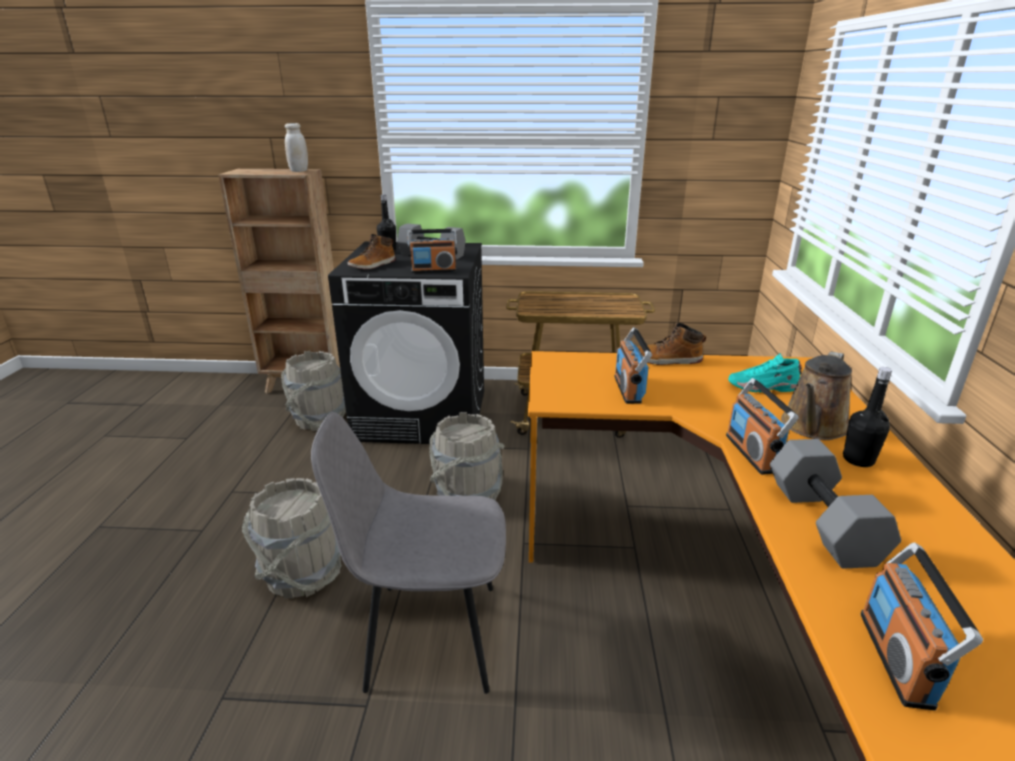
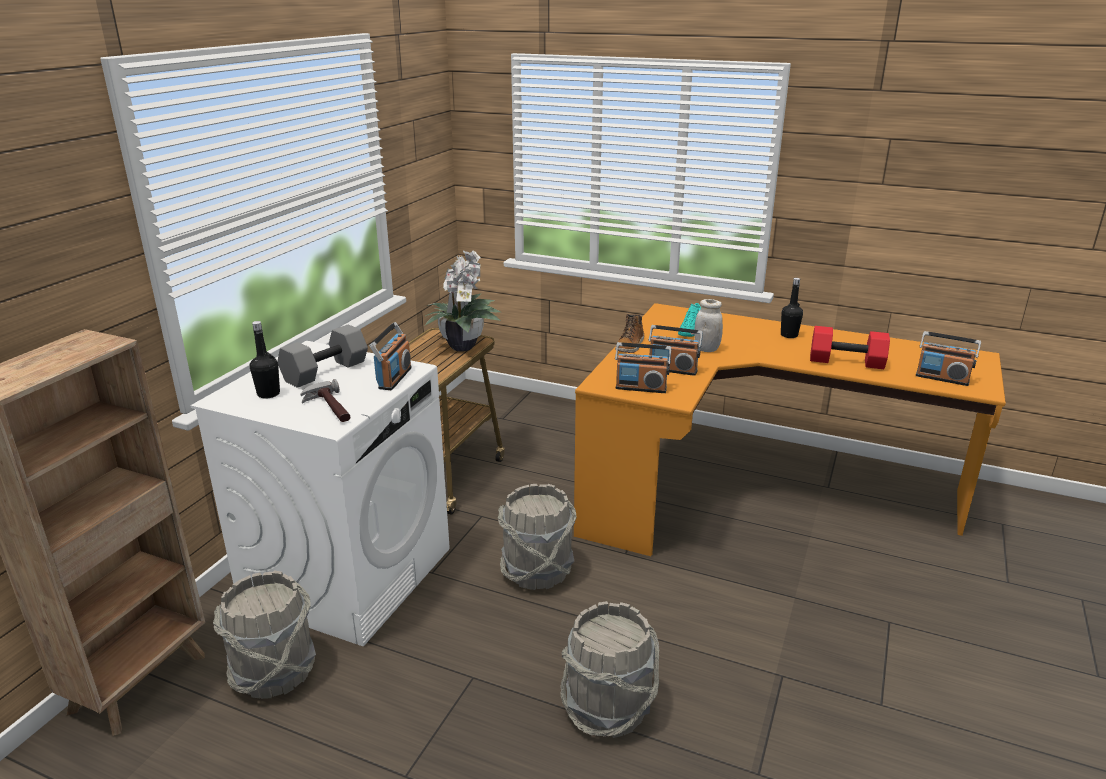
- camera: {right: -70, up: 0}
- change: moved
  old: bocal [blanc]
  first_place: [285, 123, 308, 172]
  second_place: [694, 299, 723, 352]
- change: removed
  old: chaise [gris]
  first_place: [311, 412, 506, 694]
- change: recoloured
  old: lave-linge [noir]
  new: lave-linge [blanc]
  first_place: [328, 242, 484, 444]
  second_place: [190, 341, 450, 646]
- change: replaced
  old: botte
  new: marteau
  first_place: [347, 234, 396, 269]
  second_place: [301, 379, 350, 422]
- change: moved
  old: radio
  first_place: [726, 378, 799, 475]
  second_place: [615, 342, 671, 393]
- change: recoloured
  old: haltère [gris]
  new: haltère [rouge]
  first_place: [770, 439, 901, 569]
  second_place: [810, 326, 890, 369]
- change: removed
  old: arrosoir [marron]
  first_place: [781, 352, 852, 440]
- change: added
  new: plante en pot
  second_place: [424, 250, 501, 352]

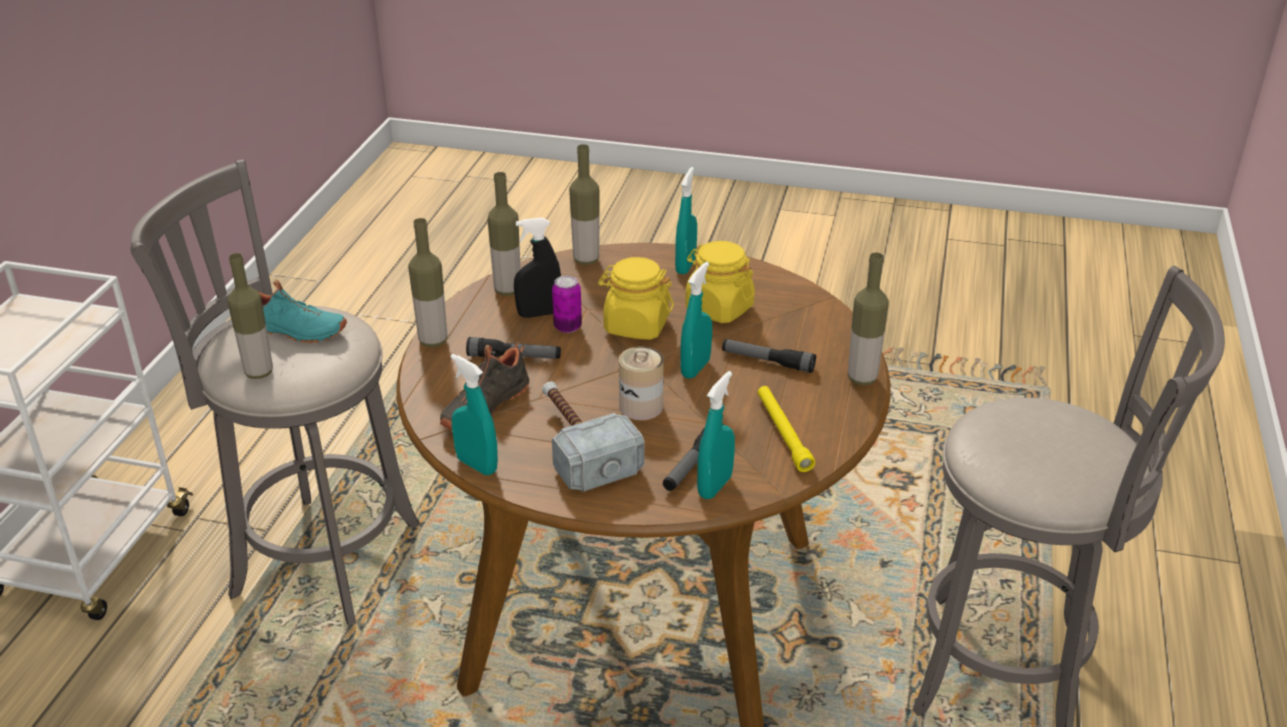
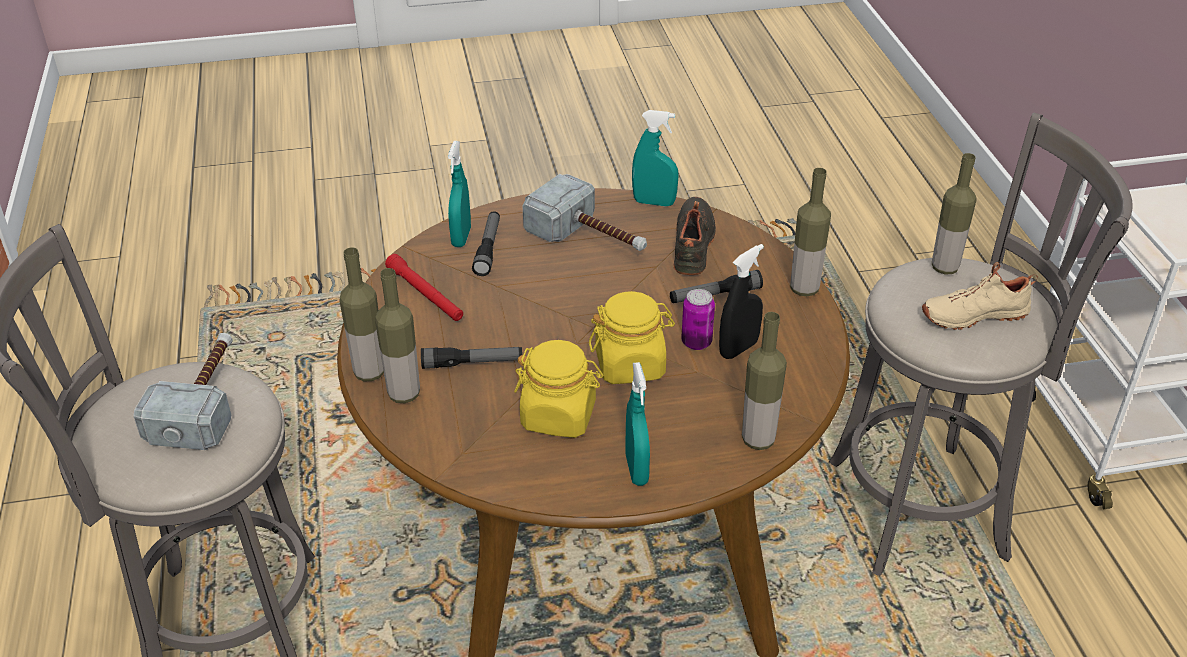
- camera: {right: 155, up: 5}
- change: recoloured
  old: chaussure [turquoise]
  new: chaussure [beige]
  first_place: [258, 280, 347, 343]
  second_place: [922, 262, 1038, 330]
- change: moved
  old: bouteille
  first_place: [487, 172, 521, 296]
  second_place: [375, 268, 420, 403]
- change: removed
  old: boîte métallique
  first_place: [619, 346, 664, 420]
- change: removed
  old: vaporisateur [turquoise]
  first_place: [680, 262, 712, 379]
- change: recoloured
  old: lampe de poche [jaune]
  new: lampe de poche [rouge]
  first_place: [757, 386, 815, 472]
  second_place: [385, 254, 463, 321]
- change: added
  new: marteau
  second_place: [133, 333, 233, 450]

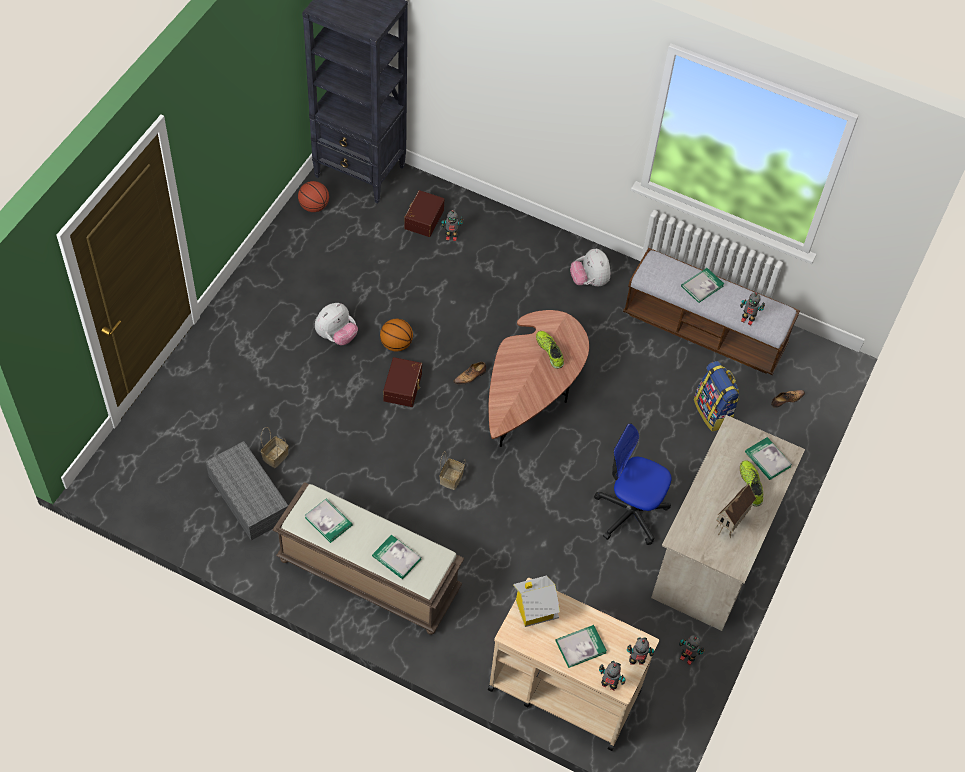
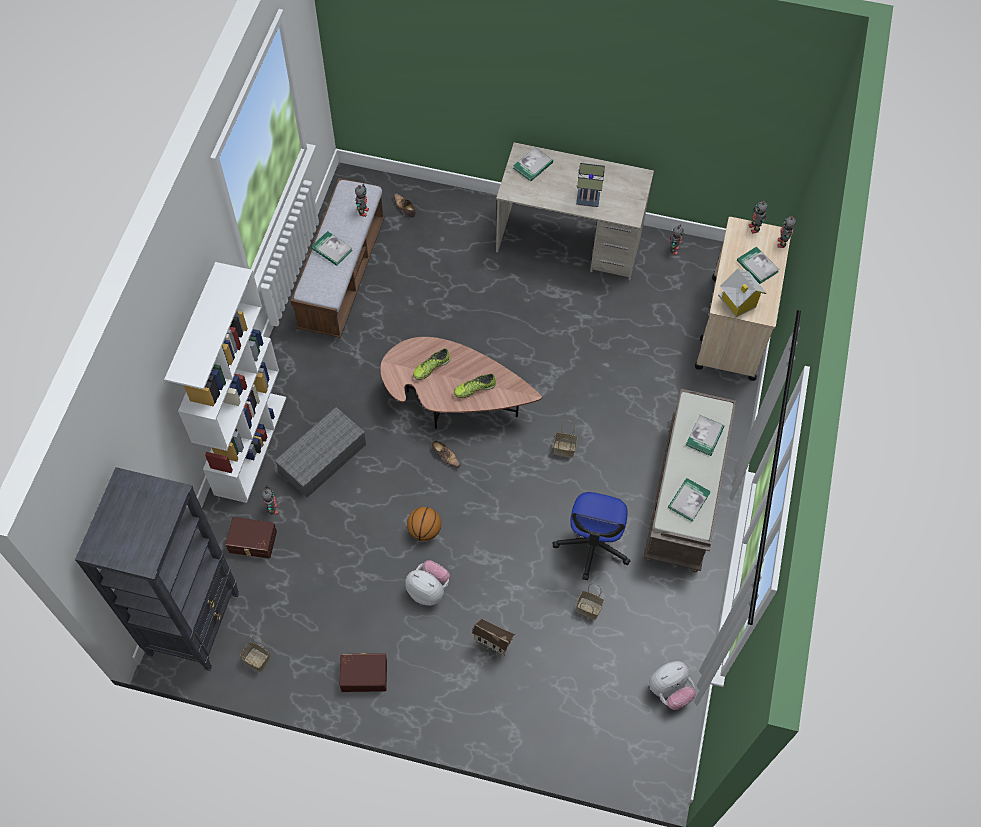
- camera: {right: -100, up: 5}
- change: moved
  old: boîte de rangement [gris]
  first_place: [205, 441, 288, 541]
  second_place: [275, 407, 366, 498]
- change: replaced
  old: ballon de basket
  new: panier
  first_place: [298, 181, 329, 212]
  second_place: [239, 636, 271, 672]
- change: moved
  old: boîte de rangement [marron]
  first_place: [383, 357, 422, 407]
  second_place: [339, 653, 387, 692]
- change: moved
  old: peluche
  first_place: [570, 248, 610, 286]
  second_place: [649, 661, 696, 710]
- change: moved
  old: chaise de bureau
  first_place: [594, 423, 672, 545]
  second_place: [553, 492, 630, 580]
- change: removed
  old: sac à dos
  first_place: [694, 361, 739, 432]
- change: moved
  old: maison miniature
  first_place: [715, 484, 756, 539]
  second_place: [472, 619, 515, 660]
- change: moved
  old: chaussure
  first_place: [740, 460, 763, 506]
  second_place: [454, 373, 496, 398]
- change: added
  new: bibliothèque [blanc]
  second_place: [164, 262, 286, 503]
- change: added
  new: lampe de table
  second_place: [576, 163, 605, 207]

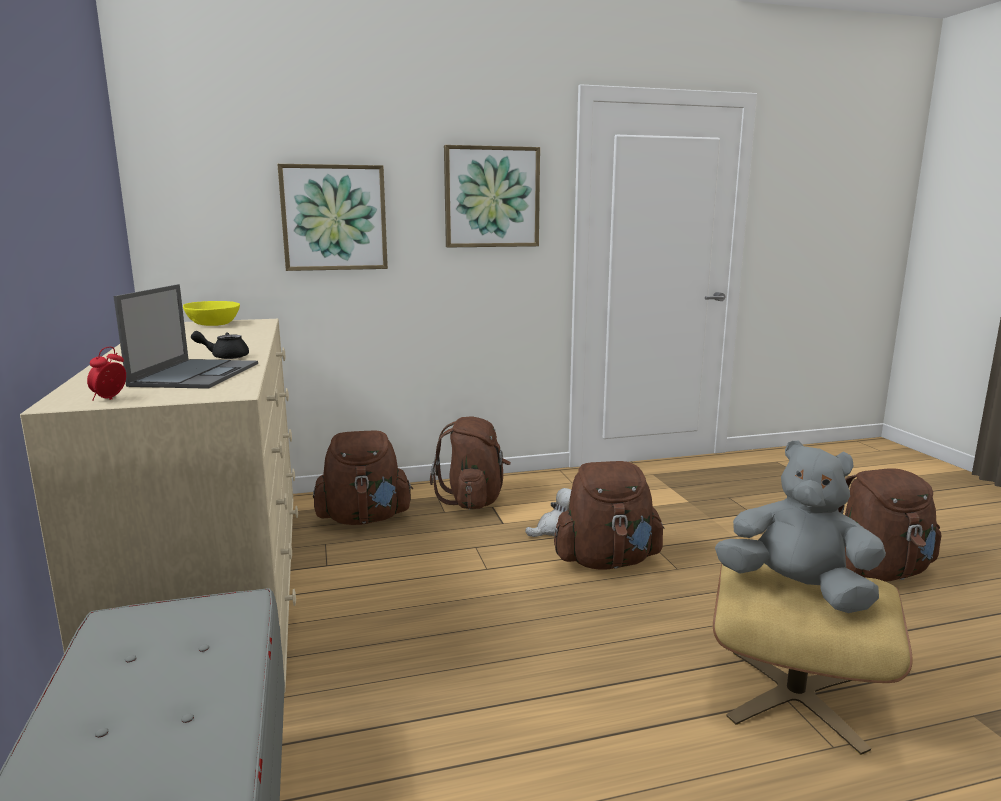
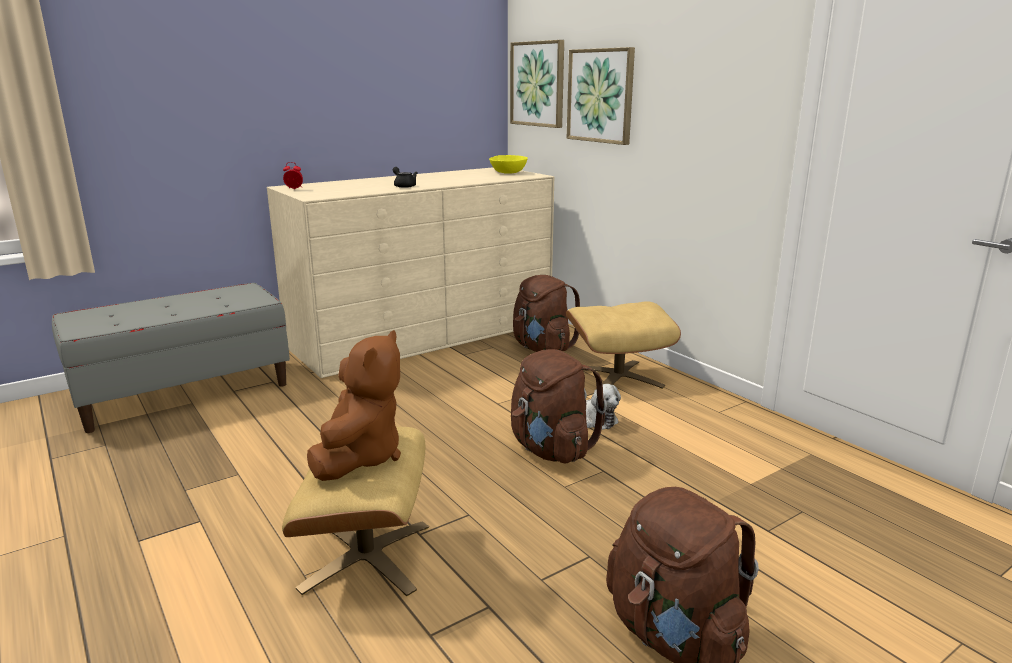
- camera: {right: 70, up: 5}
- change: removed
  old: ordinateur portable
  first_place: [113, 284, 258, 389]
- change: replaced
  old: sac à dos [marron]
  new: pouf [beige]
  first_place: [430, 417, 511, 509]
  second_place: [566, 301, 681, 389]
- change: moved
  old: tableau
  first_place: [444, 145, 540, 247]
  second_place: [510, 40, 564, 128]
- change: recoloured
  old: peluche [gris]
  new: peluche [marron]
  first_place: [715, 441, 886, 613]
  second_place: [307, 330, 401, 481]

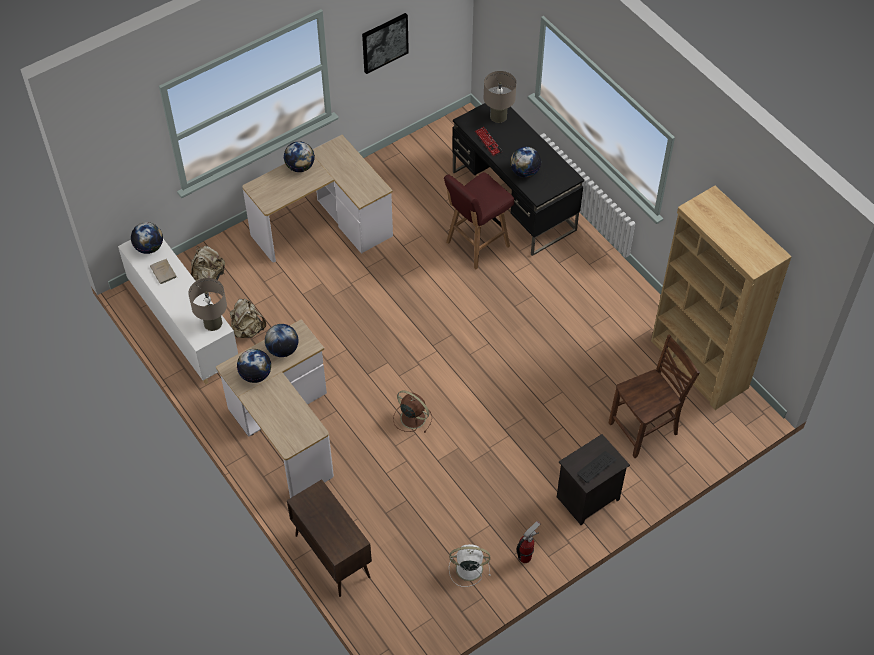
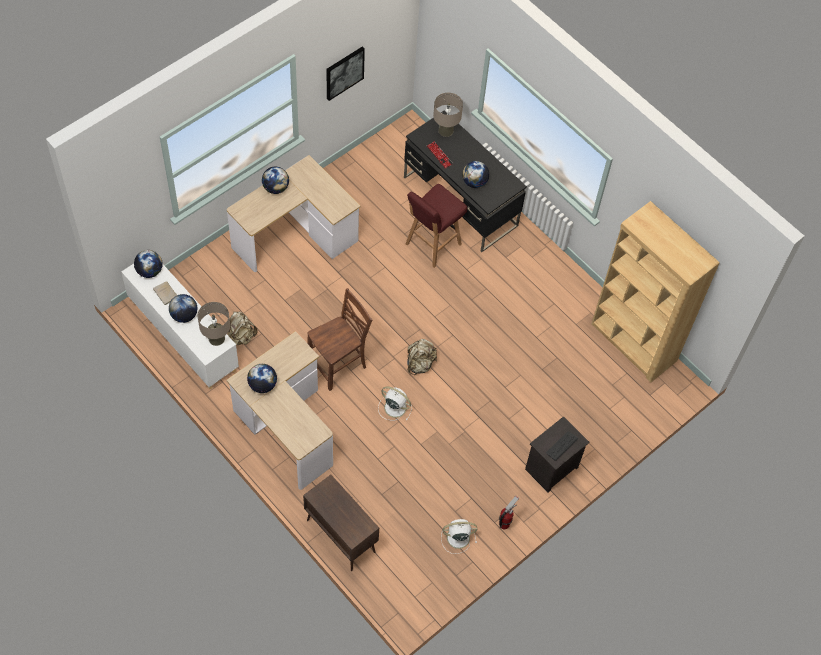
- camera: {right: -10, up: 5}
- change: moved
  old: sac à dos [beige]
  first_place: [191, 246, 225, 281]
  second_place: [407, 339, 437, 375]
- change: moved
  old: globe
  first_place: [265, 324, 298, 357]
  second_place: [169, 294, 197, 323]
- change: recoloured
  old: ventilateur [marron]
  new: ventilateur [blanc]
  first_place: [393, 390, 432, 432]
  second_place: [378, 387, 412, 420]
- change: moved
  old: chaise [marron]
  first_place: [609, 334, 700, 458]
  second_place: [307, 288, 372, 391]

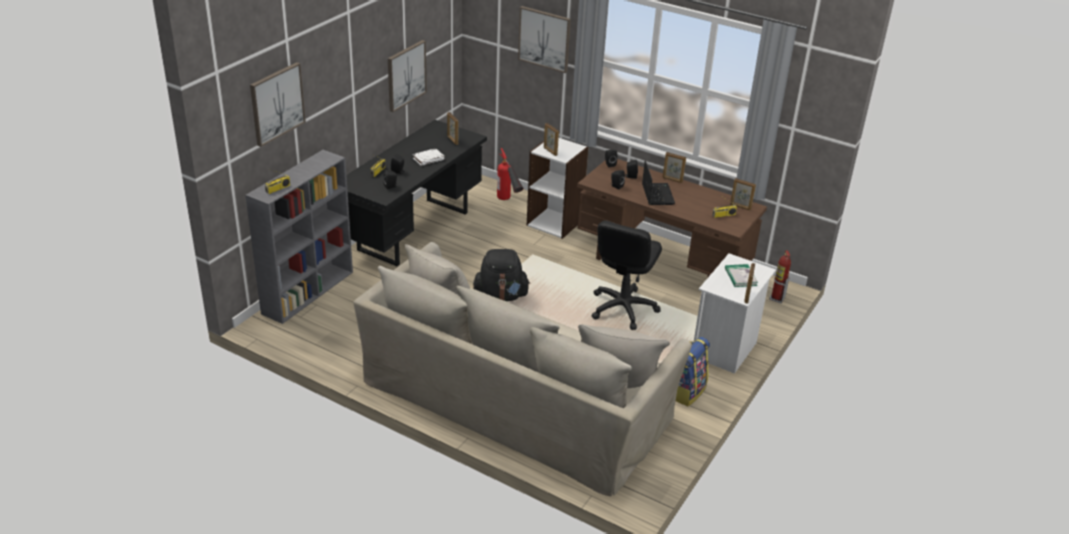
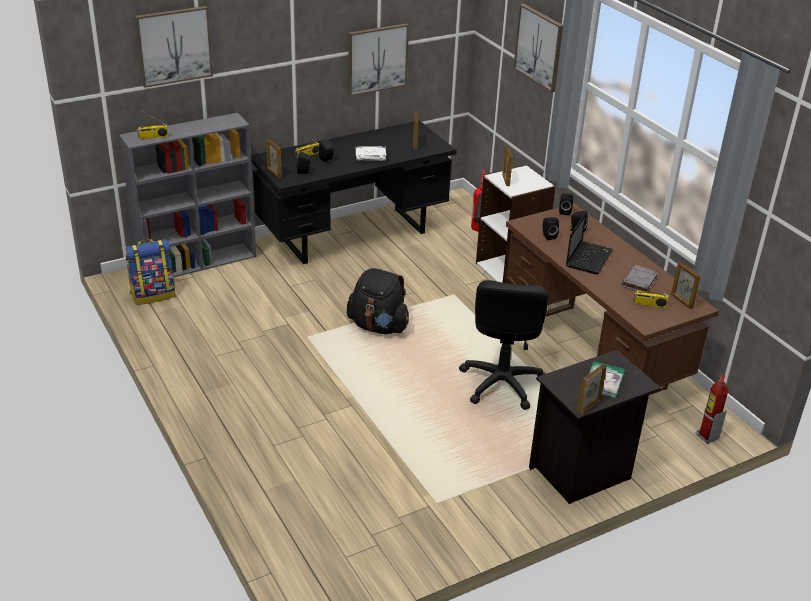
- camera: {right: 30, up: 0}
- change: removed
  old: canapé [beige]
  first_place: [353, 242, 692, 496]
- change: turned
  old: chaise de bureau [noir]
  first_place: [592, 221, 662, 330]
  second_place: [459, 280, 548, 410]
  degrees: -45
- change: moved
  old: cadre photo
  first_place: [663, 152, 686, 183]
  second_place: [266, 138, 282, 178]
- change: moved
  old: sac à dos
  first_place: [676, 337, 710, 406]
  second_place: [126, 239, 175, 305]
- change: recoloured
  old: table de chevet [blanc]
  new: table de chevet [noir]
  first_place: [694, 253, 776, 374]
  second_place: [529, 350, 661, 504]
- change: added
  new: livre [gris]
  second_place: [622, 265, 658, 292]

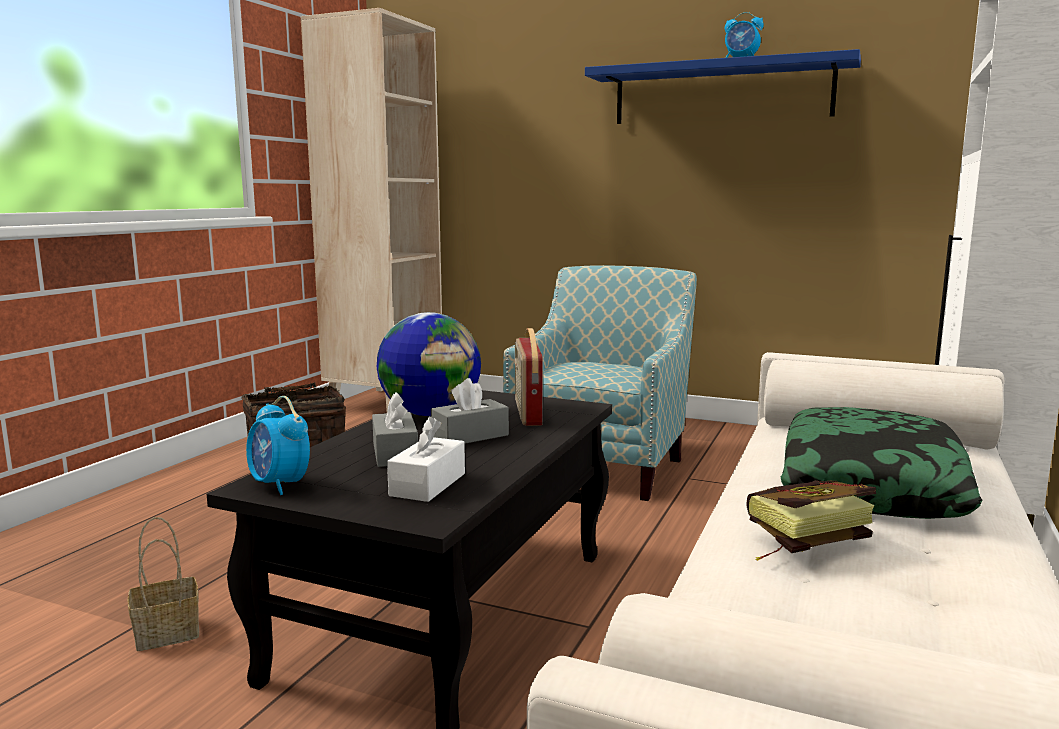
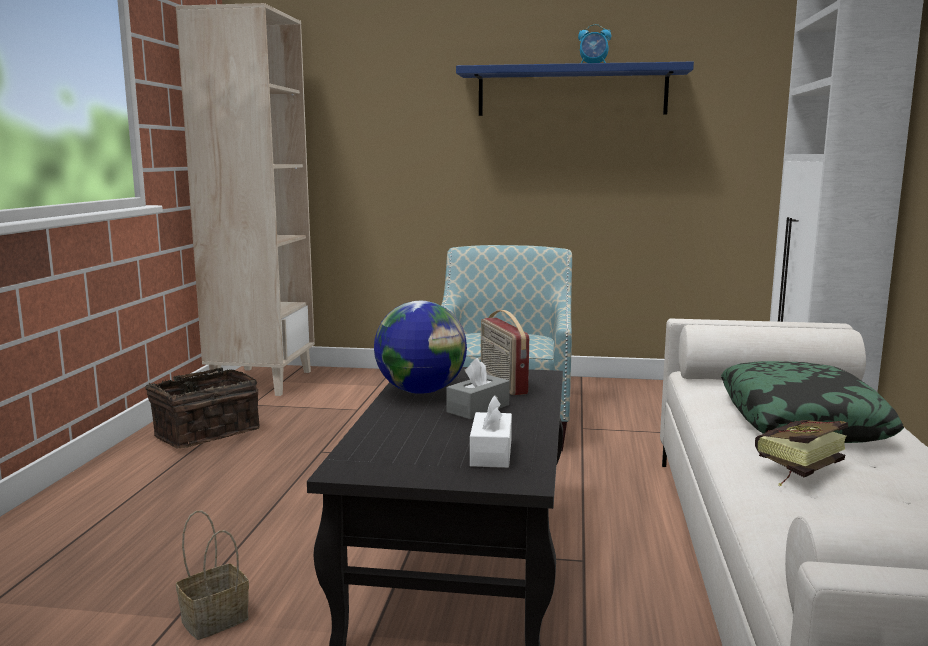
- camera: {right: -15, up: 0}
- change: removed
  old: réveil
  first_place: [246, 396, 310, 495]
- change: removed
  old: boîte à mouchoirs [gris]
  first_place: [372, 392, 418, 467]

